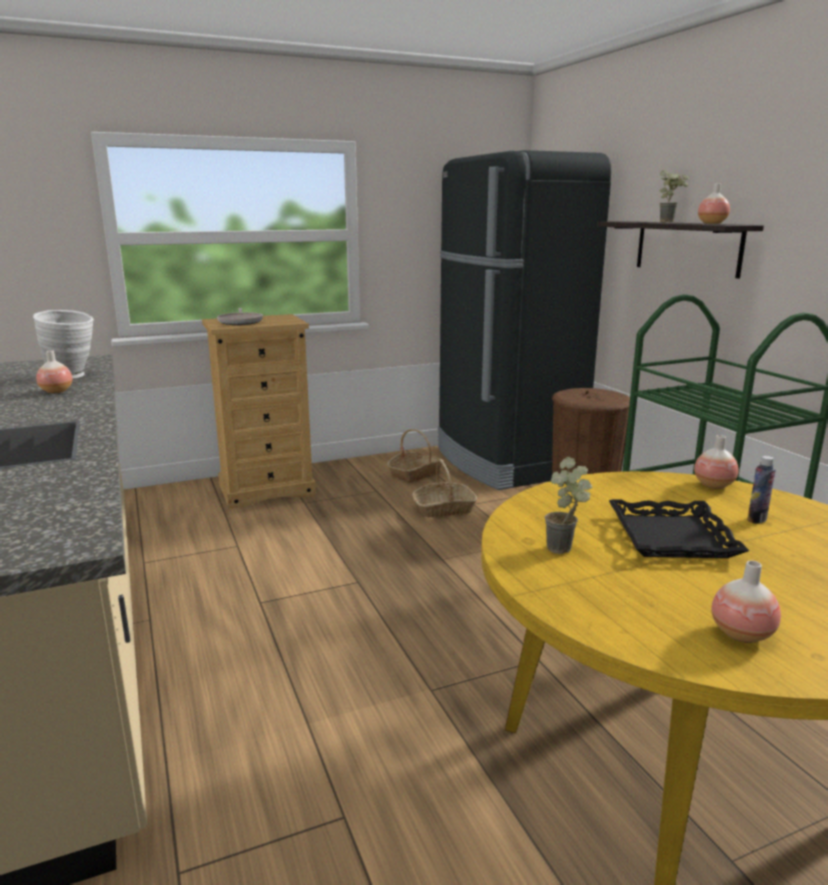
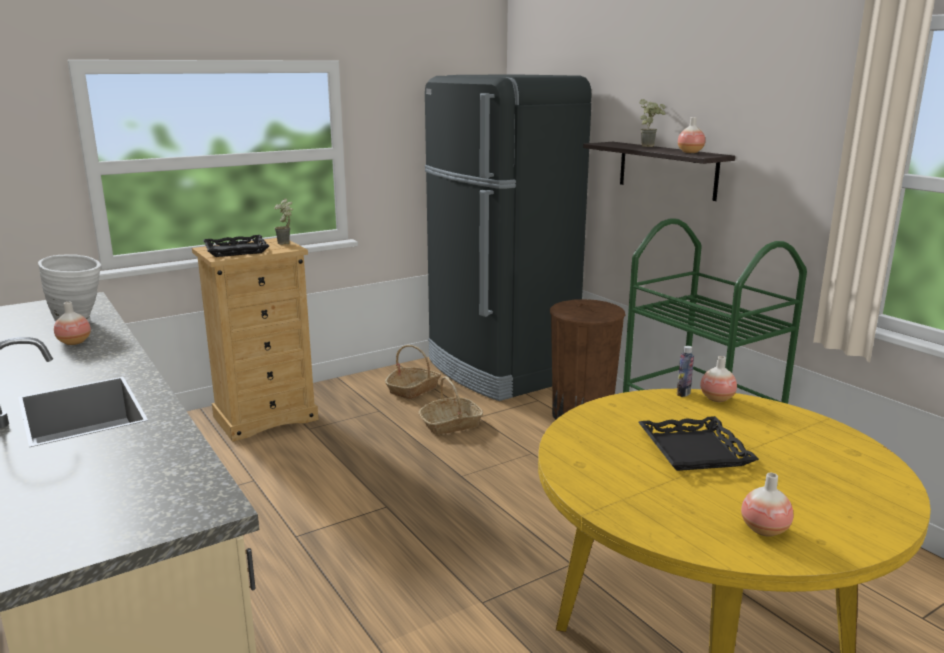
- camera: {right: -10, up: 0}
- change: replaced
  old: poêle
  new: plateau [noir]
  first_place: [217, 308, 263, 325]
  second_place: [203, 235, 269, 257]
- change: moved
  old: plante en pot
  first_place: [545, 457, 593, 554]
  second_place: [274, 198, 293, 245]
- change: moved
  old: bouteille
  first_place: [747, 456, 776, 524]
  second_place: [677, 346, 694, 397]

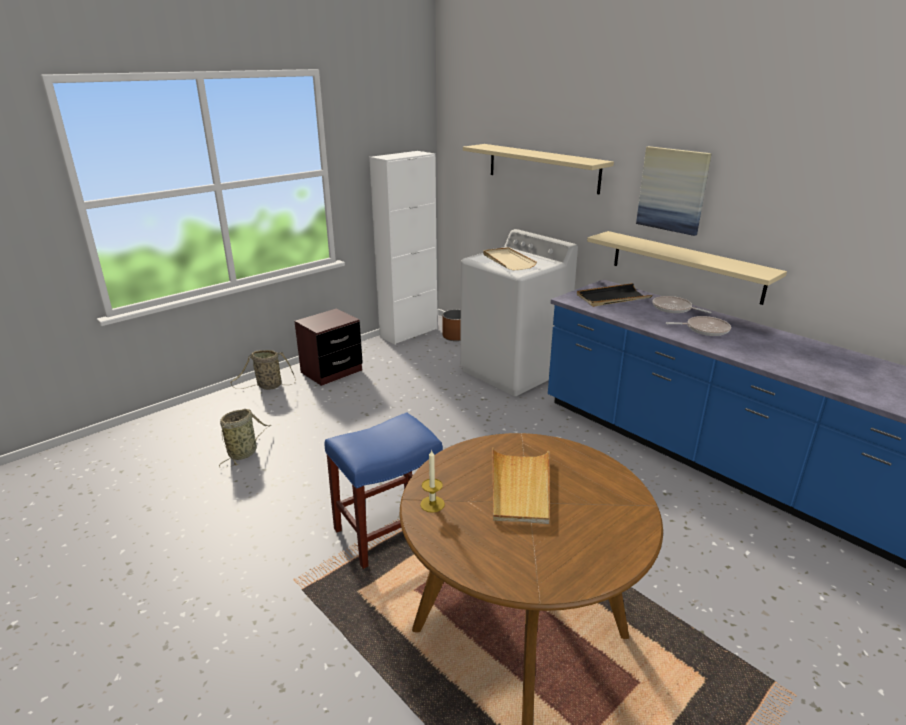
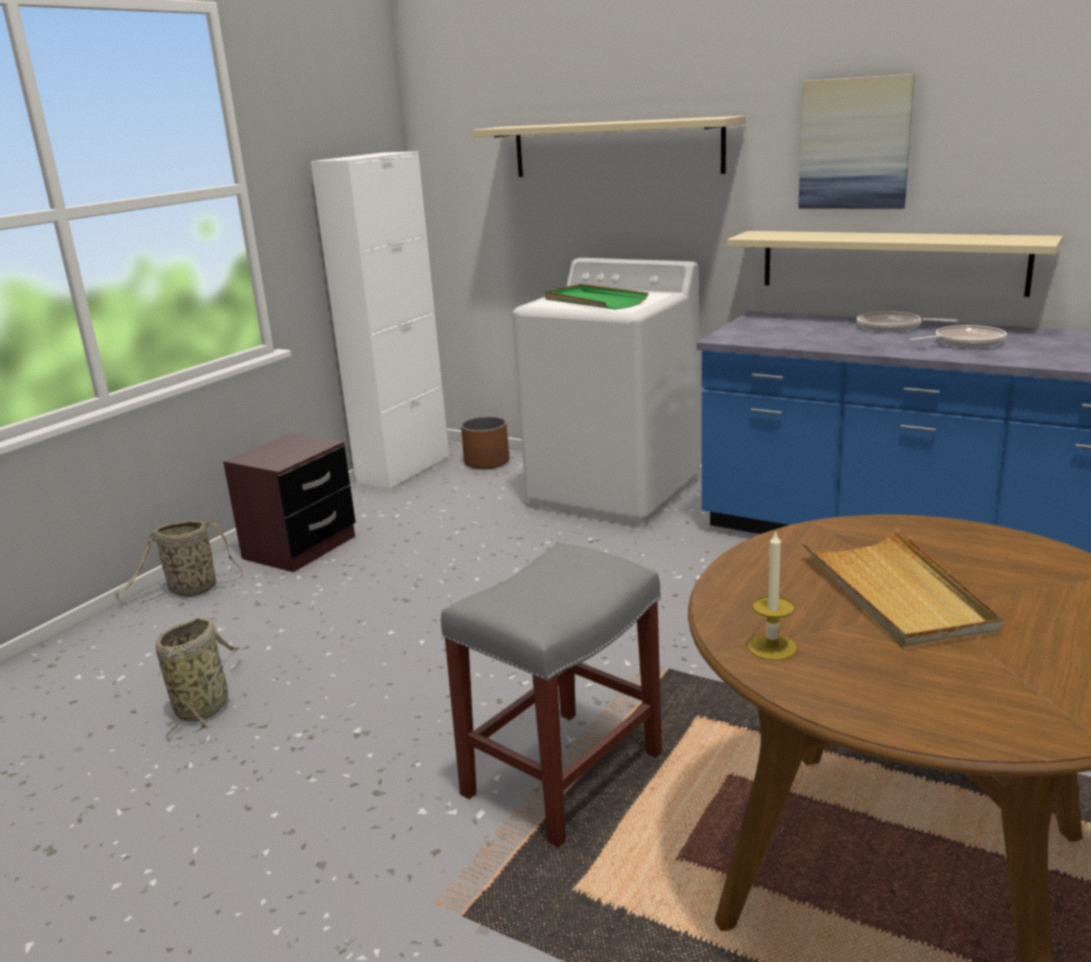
- camera: {right: -15, up: -5}
- change: recoloured
  old: tabouret [bleu]
  new: tabouret [gris]
  first_place: [325, 412, 443, 569]
  second_place: [441, 543, 662, 848]
- change: recoloured
  old: plateau [beige]
  new: plateau [vert]
  first_place: [483, 247, 537, 270]
  second_place: [544, 284, 649, 310]
- change: removed
  old: plateau [noir]
  first_place: [577, 283, 652, 307]

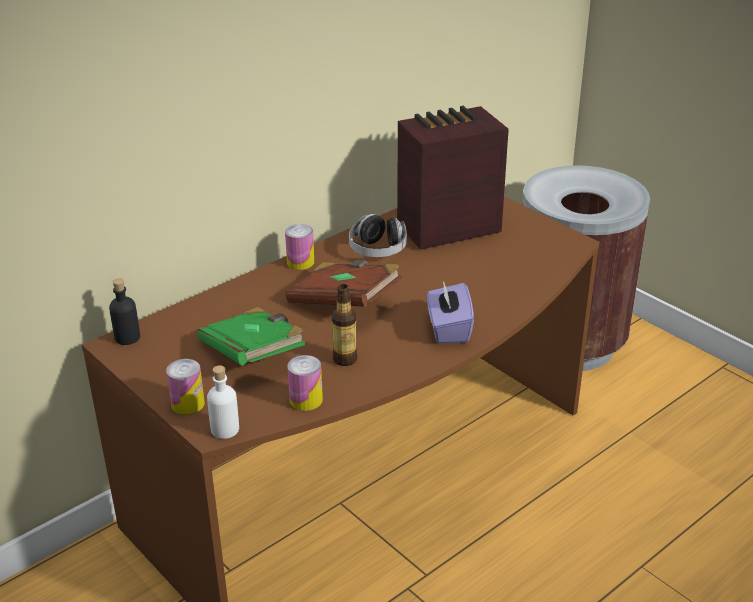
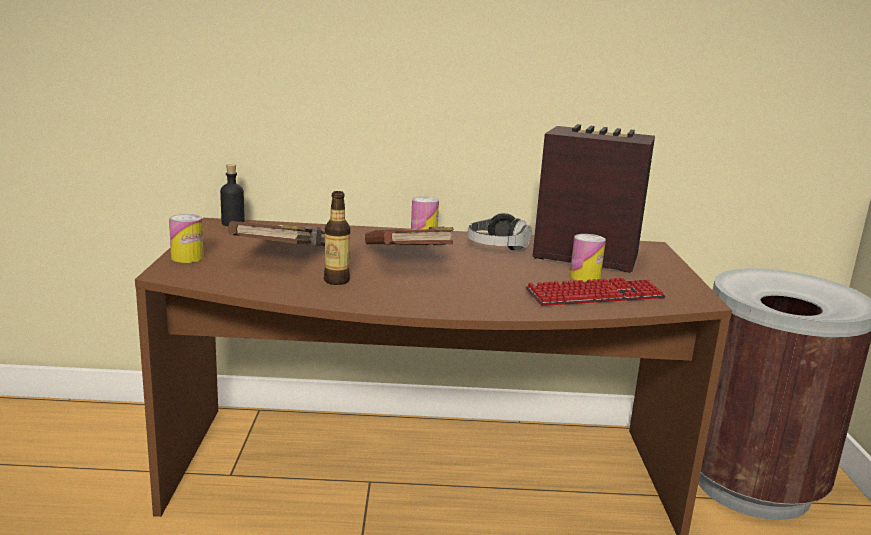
- camera: {right: 40, up: -15}
- change: recoloured
  old: livre [vert]
  new: livre [marron]
  first_place: [197, 307, 305, 366]
  second_place: [228, 221, 325, 246]
- change: removed
  old: bouteille [blanc]
  first_place: [207, 365, 239, 439]
- change: moved
  old: boîte métallique
  first_place: [287, 355, 323, 411]
  second_place: [570, 234, 606, 282]
- change: removed
  old: boîte à mouchoirs [violet]
  first_place: [427, 281, 474, 344]
- change: added
  new: clavier
  second_place: [525, 278, 666, 306]

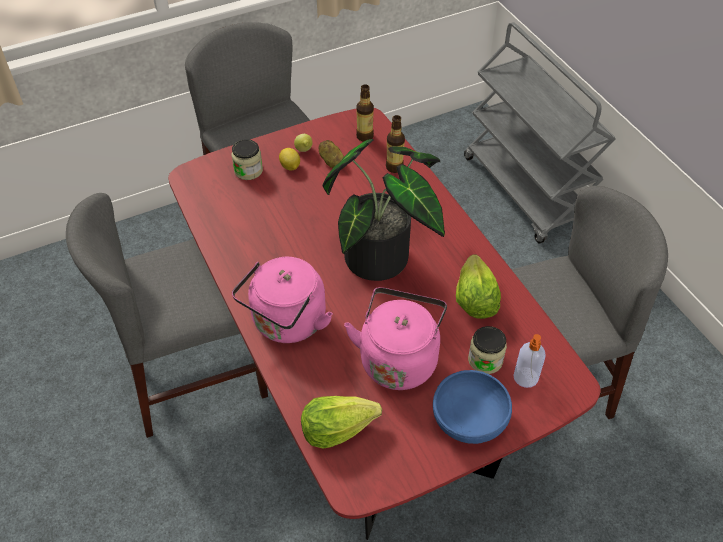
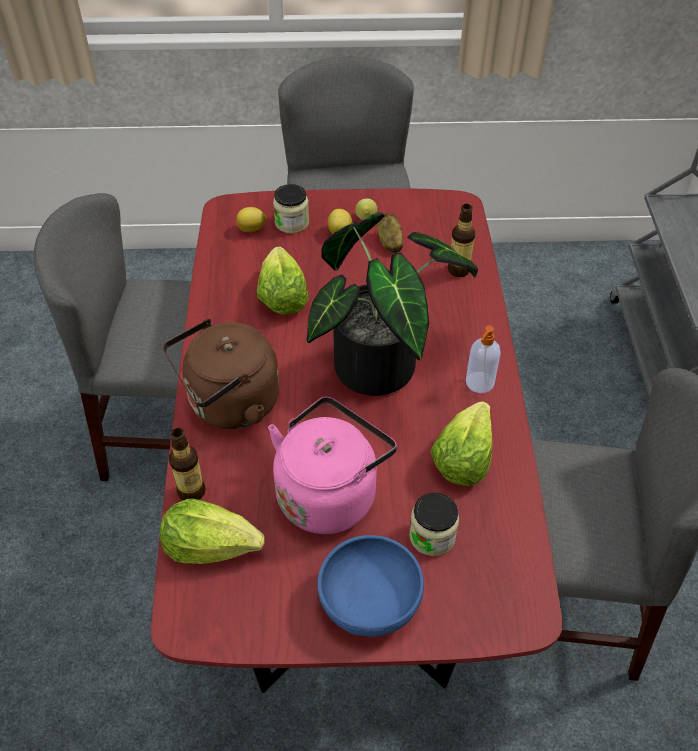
- camera: {right: 25, up: 0}
- change: recoloured
  old: bouilloire [rose]
  new: bouilloire [marron]
  first_place: [232, 257, 333, 343]
  second_place: [163, 319, 279, 429]
- change: moved
  old: bouteille
  first_place: [356, 84, 374, 142]
  second_place: [169, 428, 206, 500]
- change: moved
  old: distributeur de savon
  first_place: [513, 334, 546, 388]
  second_place: [466, 325, 501, 393]
- change: added
  new: citron
  second_place: [236, 207, 266, 232]
- change: added
  new: laitue
  second_place: [257, 247, 308, 315]

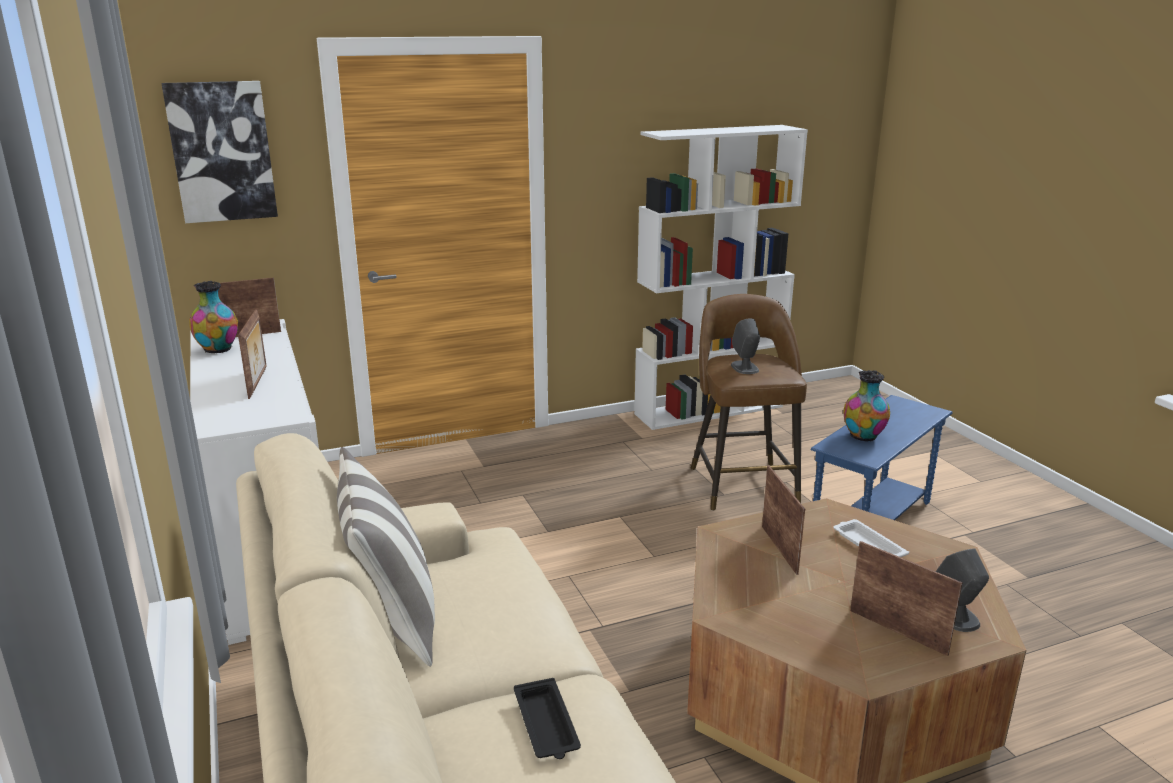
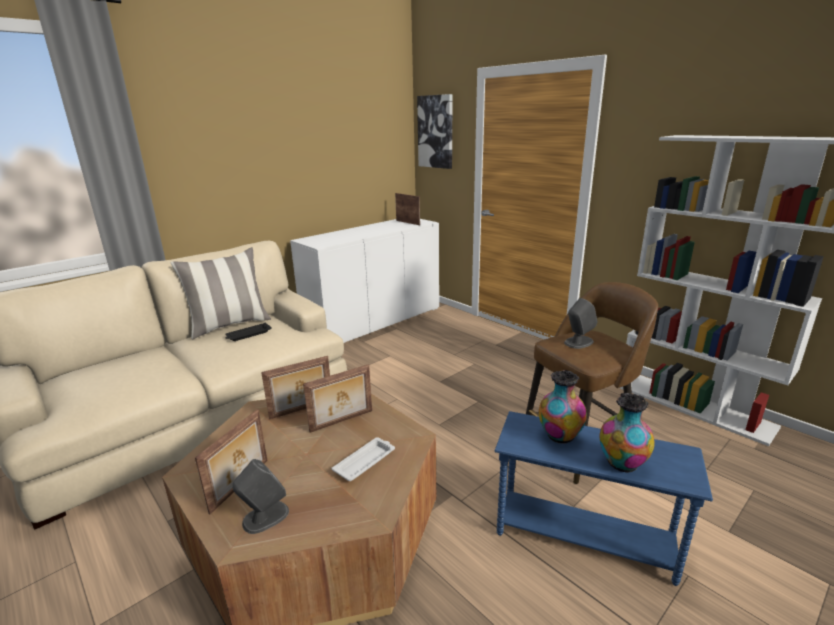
- camera: {right: 70, up: 0}
- change: moved
  old: vase
  first_place: [189, 281, 238, 353]
  second_place: [599, 393, 654, 473]
- change: moved
  old: cadre photo
  first_place: [238, 310, 266, 399]
  second_place: [261, 356, 330, 419]
- change: moved
  old: plateau [noir]
  first_place: [514, 678, 581, 759]
  second_place: [225, 323, 272, 341]

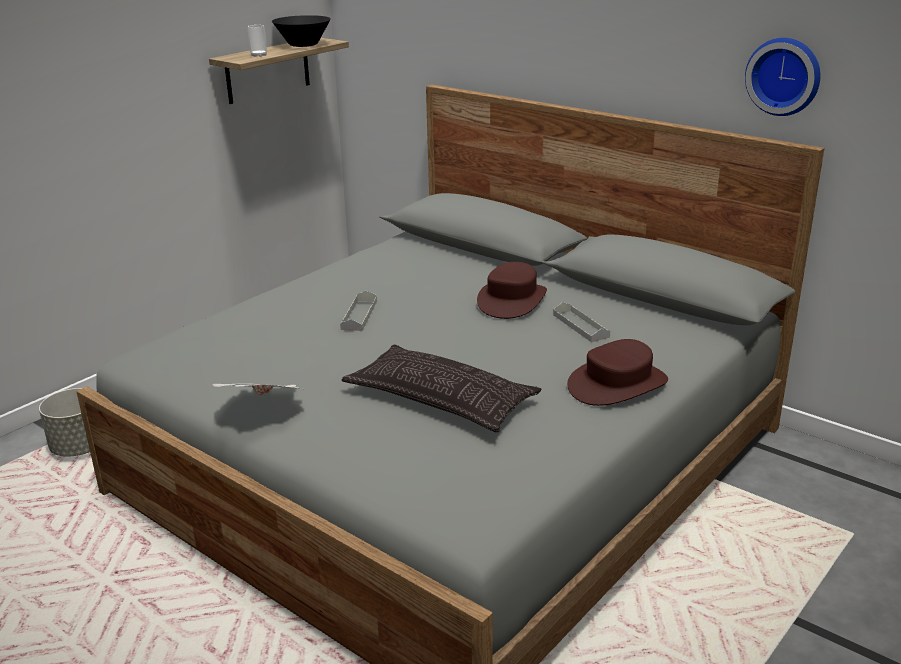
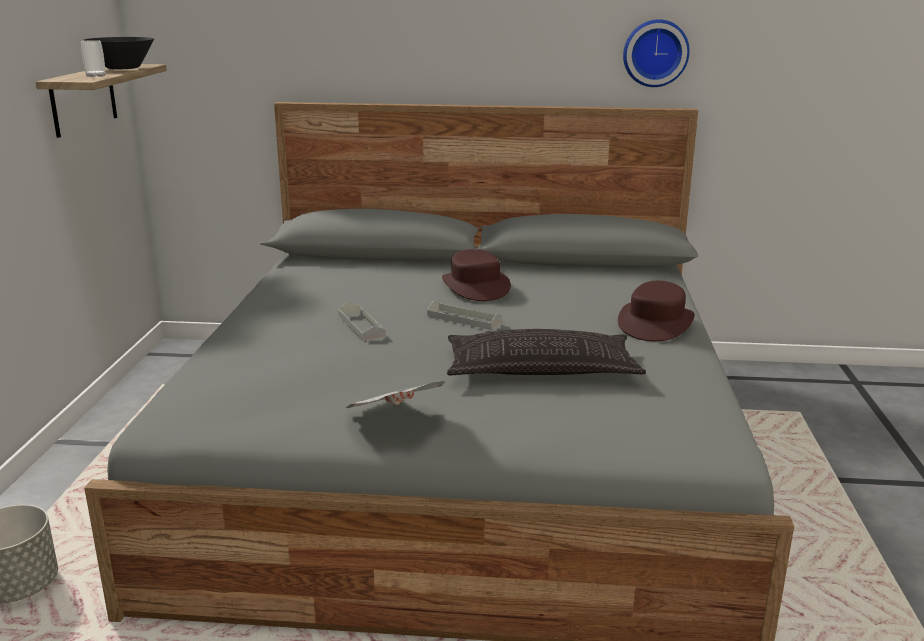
- camera: {right: -35, up: -5}
- change: moved
  old: plateau [gris]
  first_place: [553, 302, 610, 342]
  second_place: [427, 301, 502, 330]

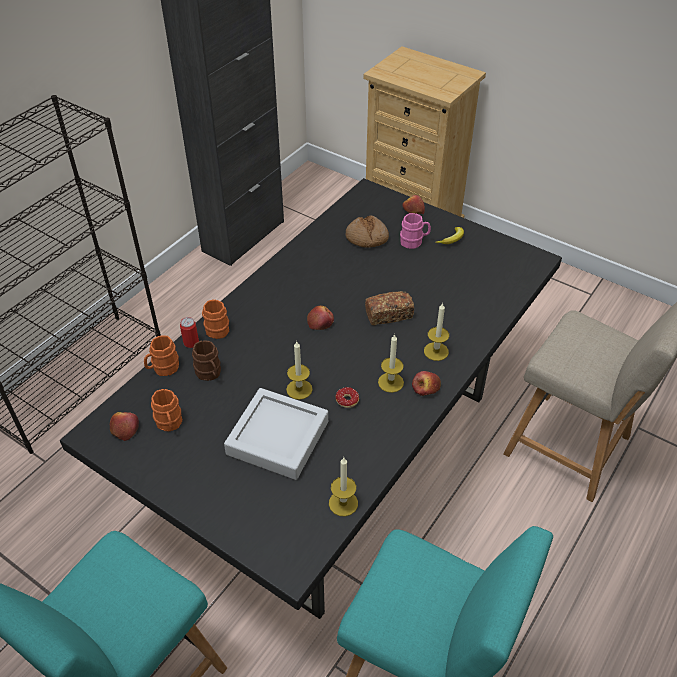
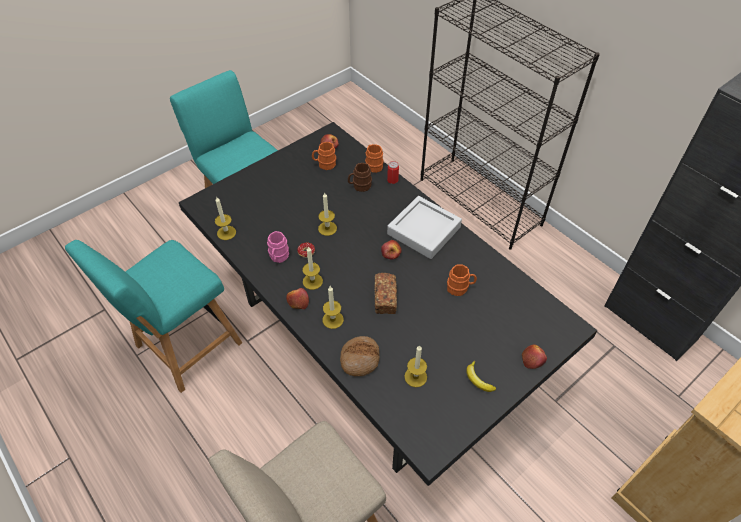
- camera: {right: 105, up: 5}
- change: moved
  old: mug [orange]
  first_place: [202, 299, 229, 339]
  second_place: [447, 265, 477, 296]
- change: moved
  old: plateau [gris]
  first_place: [224, 388, 328, 480]
  second_place: [387, 196, 462, 259]
- change: moved
  old: pain
  first_place: [346, 216, 389, 248]
  second_place: [340, 336, 380, 376]
- change: moved
  old: mug [rose]
  first_place: [400, 213, 431, 249]
  second_place: [267, 231, 289, 263]
- change: added
  new: bougie
  second_place: [404, 345, 427, 387]

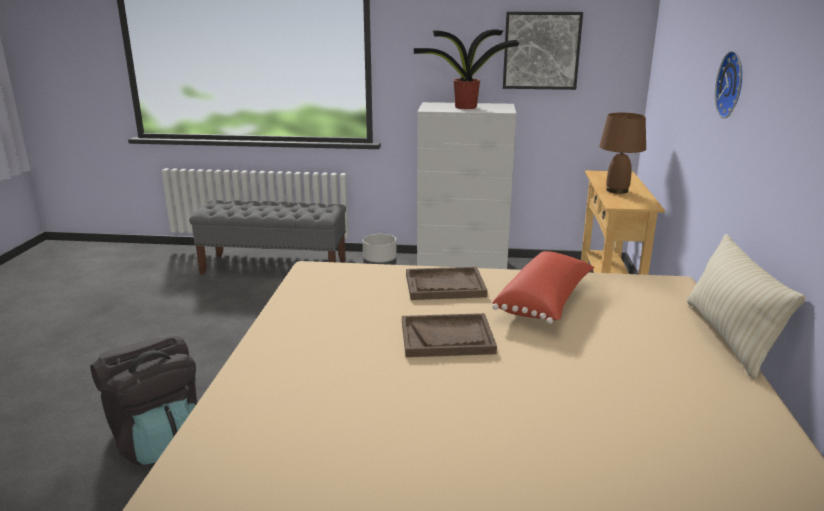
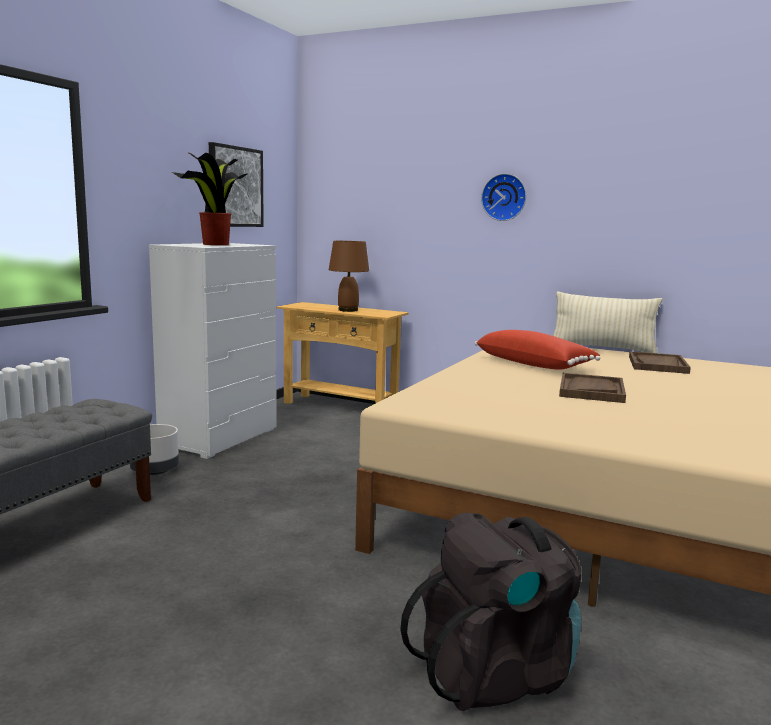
- camera: {right: -70, up: -10}
- change: moved
  old: plateau [marron]
  first_place: [406, 267, 488, 300]
  second_place: [629, 351, 691, 374]

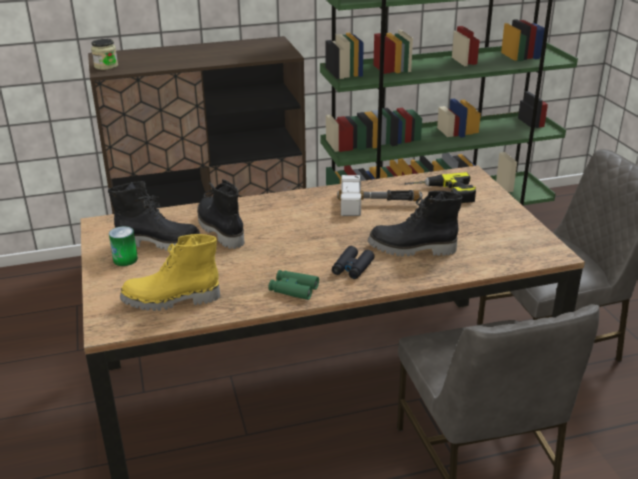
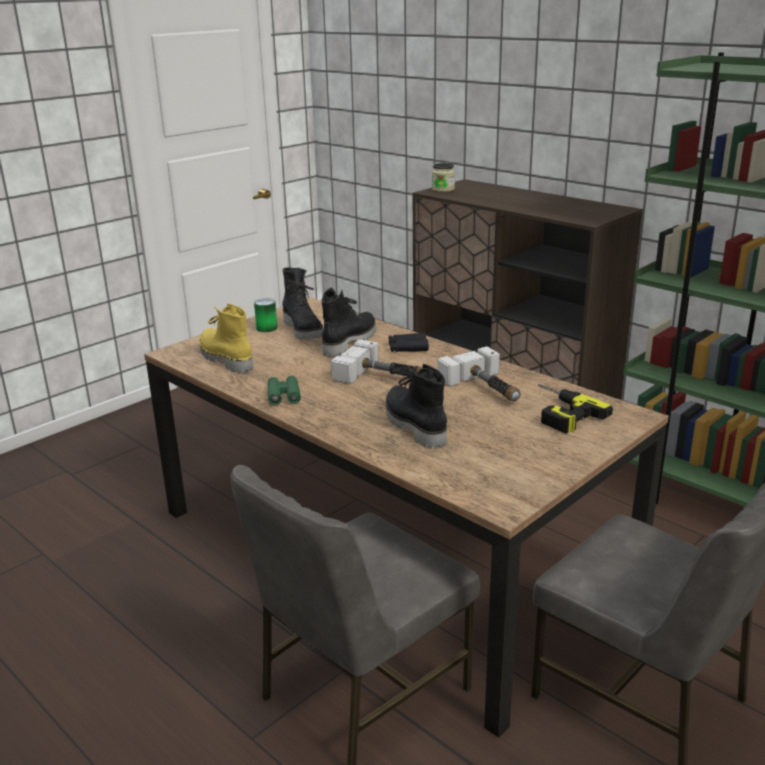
- camera: {right: 60, up: -5}
- change: moved
  old: jumelles [noir]
  first_place: [332, 246, 375, 279]
  second_place: [389, 333, 429, 352]
- change: added
  new: marteau
  second_place: [331, 339, 423, 384]

